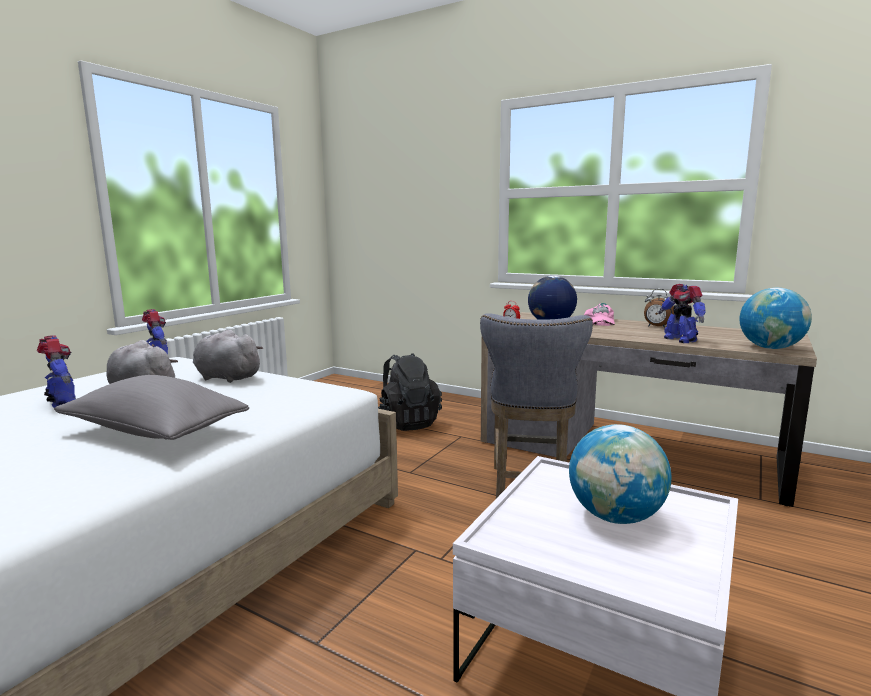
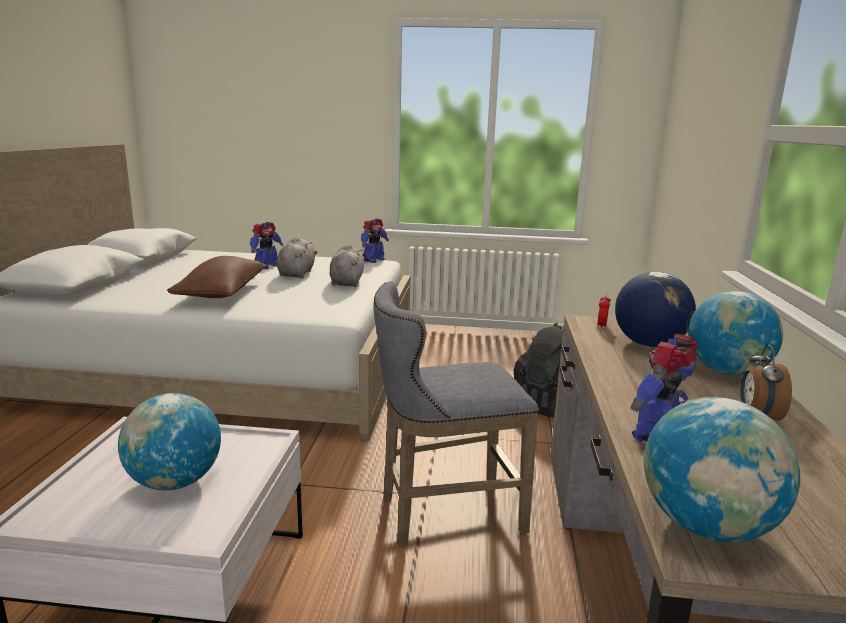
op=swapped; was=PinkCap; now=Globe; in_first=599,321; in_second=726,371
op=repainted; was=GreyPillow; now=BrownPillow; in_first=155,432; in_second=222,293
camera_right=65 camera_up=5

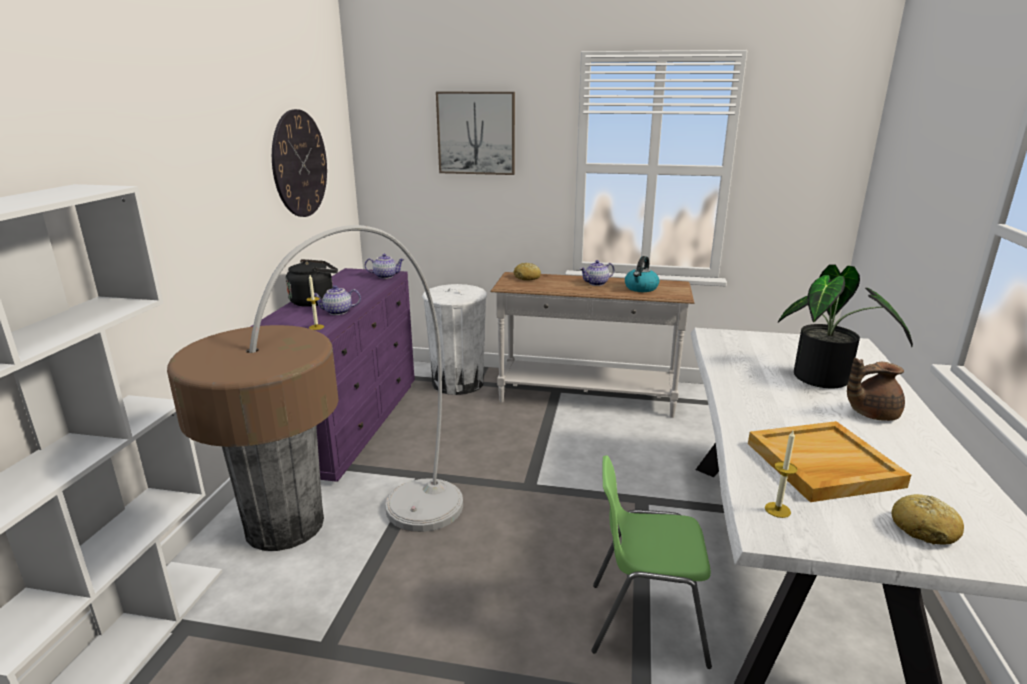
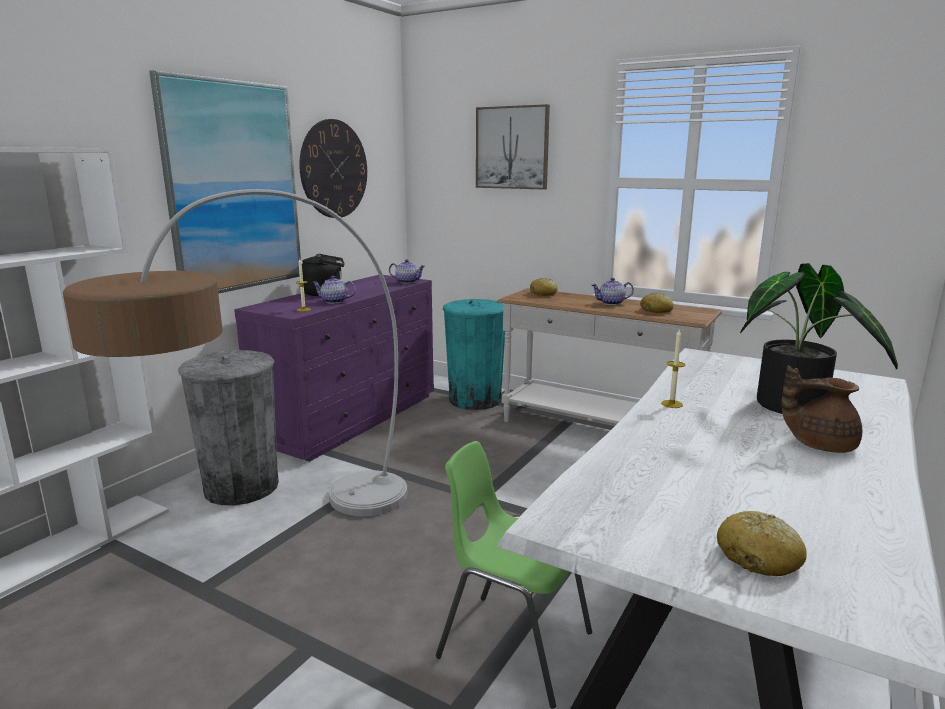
op=swapped; was=Kettle; now=Bread; in_first=641,288; in_second=656,310
op=repainted; was=WhiteTrashCan; now=TurquoiseTrashCan; in_first=458,383; in_second=475,400
op=gone; was=BeigeTray; in_first=822,465
op=shifted; was=Candle; in_first=777,510; in_second=672,404
op=new; now=Picture; in_second=233,187
camera_right=20 camera_up=-5

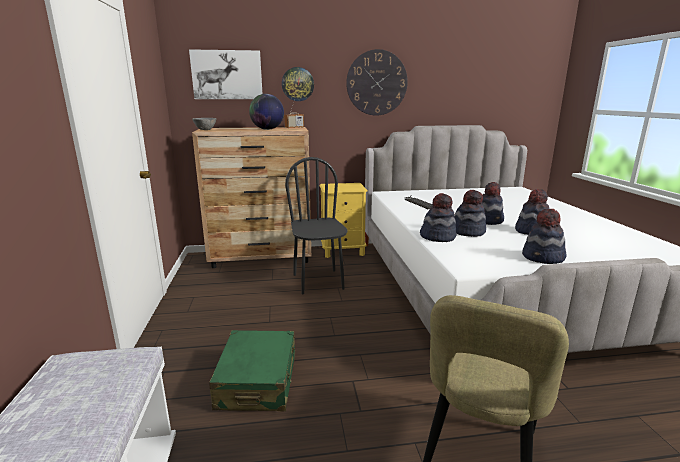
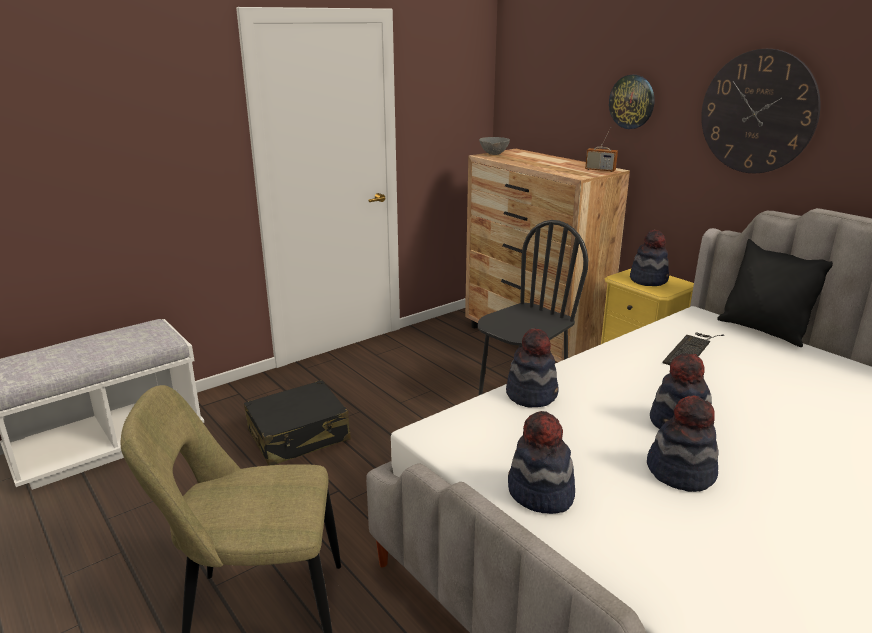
op=gone; was=Picture; in_first=227,75
op=gone; was=Globe; in_first=267,129
op=shifted; was=Hat; in_first=468,232; in_second=648,280
op=repainted; was=GreenSuitcase; now=BlackSuitcase; in_first=258,382; in_second=299,436
op=new; now=BlackPillow; in_second=763,331
camera_right=60 camera_up=5

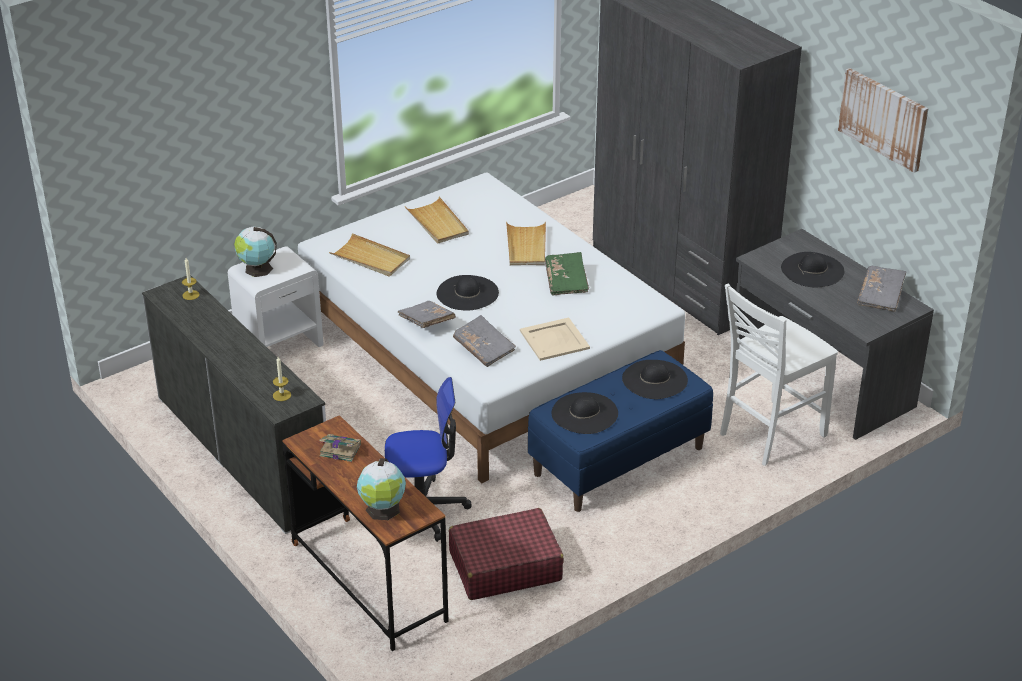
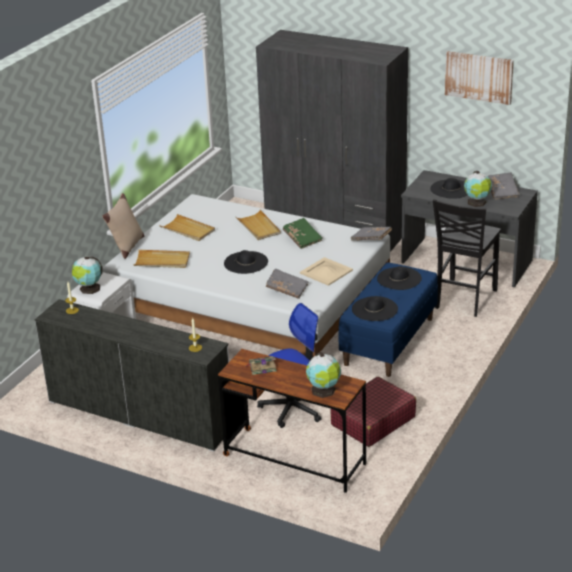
op=repainted; was=WhiteChair; now=BlackChair; in_first=769,434; in_second=464,299
op=shifted; was=GreyBook; in_first=426,322; in_second=371,239
op=new; now=Globe; in_second=477,203
op=new; now=BeigePillow; in_second=127,247
camera_right=-25 camera_up=-5

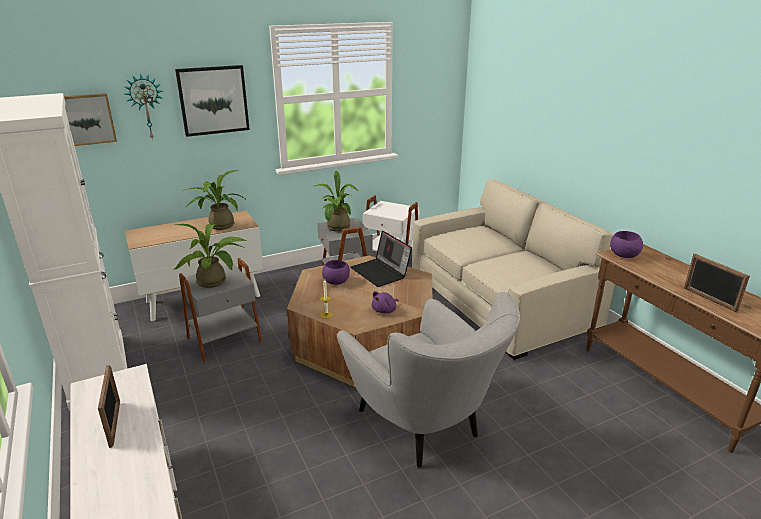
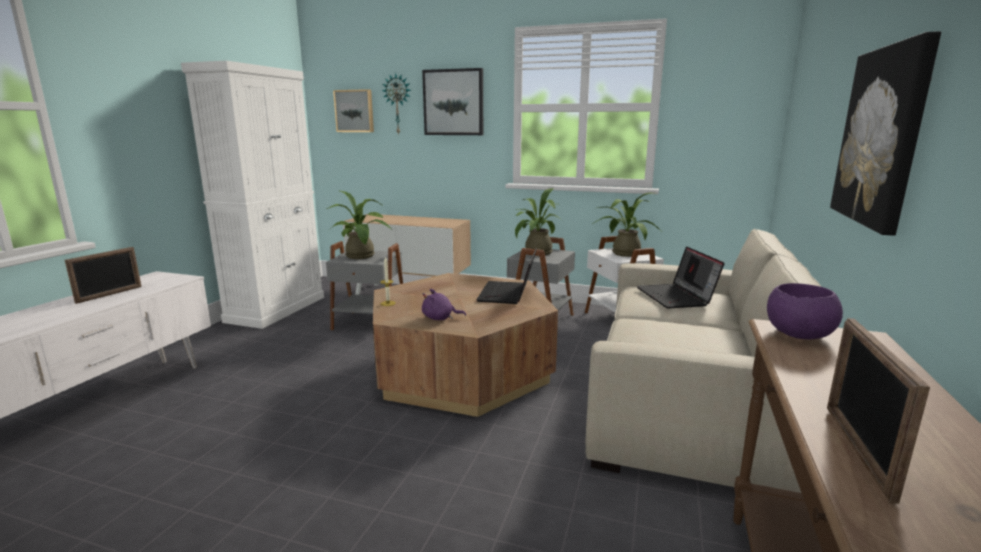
op=shifted; was=PottedPlant; in_first=218,225; in_second=623,253
op=gone; was=PurpleBowl; in_first=336,282
op=gone; was=GreyArmchair; in_first=424,428
op=new; now=Picture; in_second=882,136
op=new; now=Laptop; in_second=676,297
camera_right=45 camera_up=-10

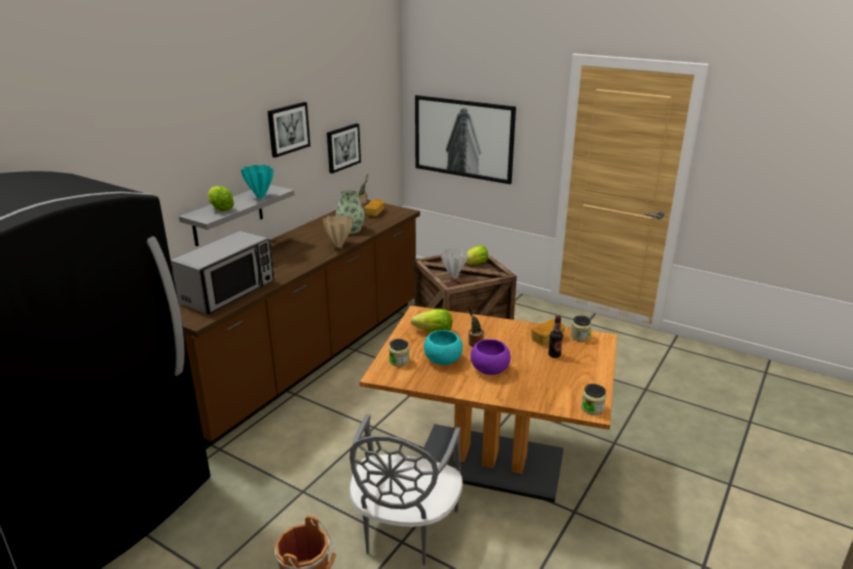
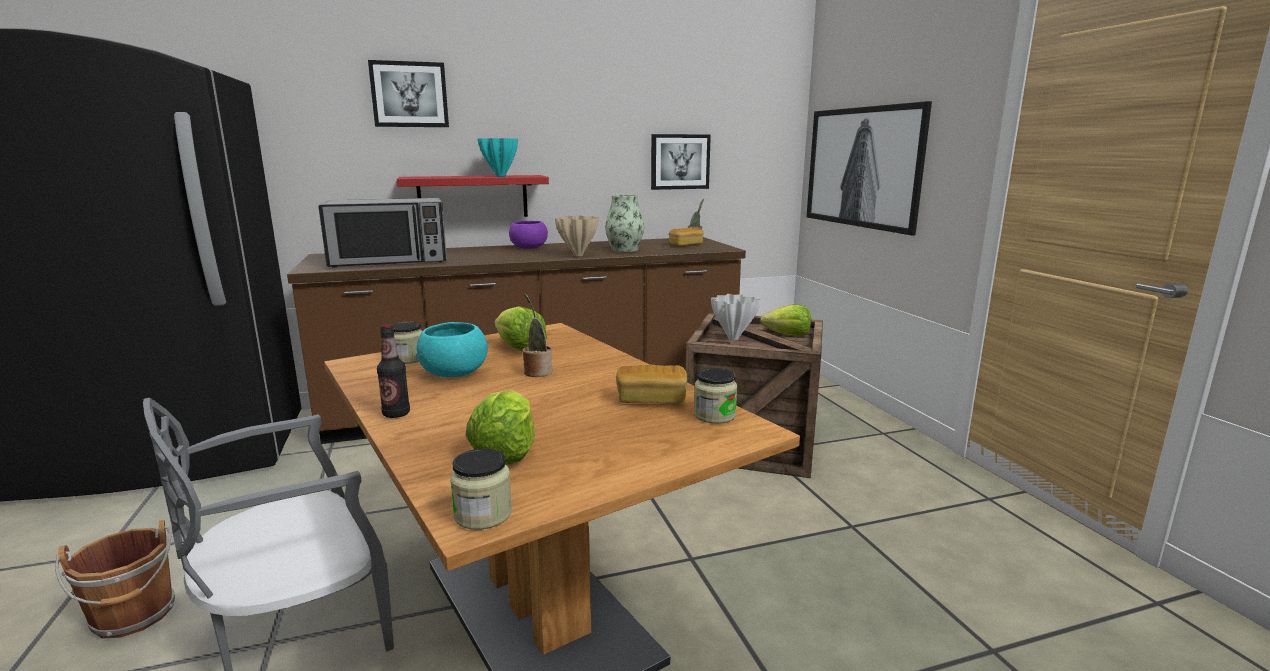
op=shifted; was=Picture; in_first=288,129; in_second=409,94
op=repainted; was=GreyShelf; now=RedShelf; in_first=228,215; in_second=473,197
op=shifted; was=Lettuce; in_first=220,208; in_second=506,452
op=shifted; was=Bottle; in_first=554,355; in_second=396,414
op=shifted; was=PurpleBowl; in_first=489,370; in_second=528,248
camera_right=40 camera_up=-10

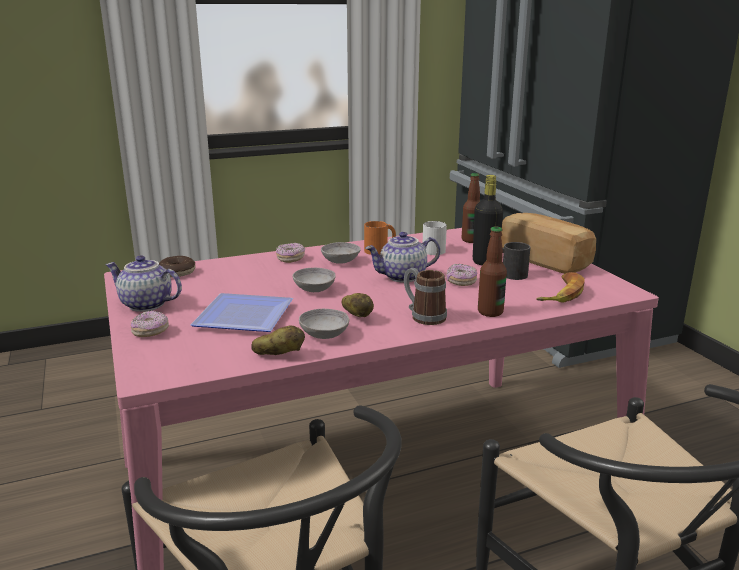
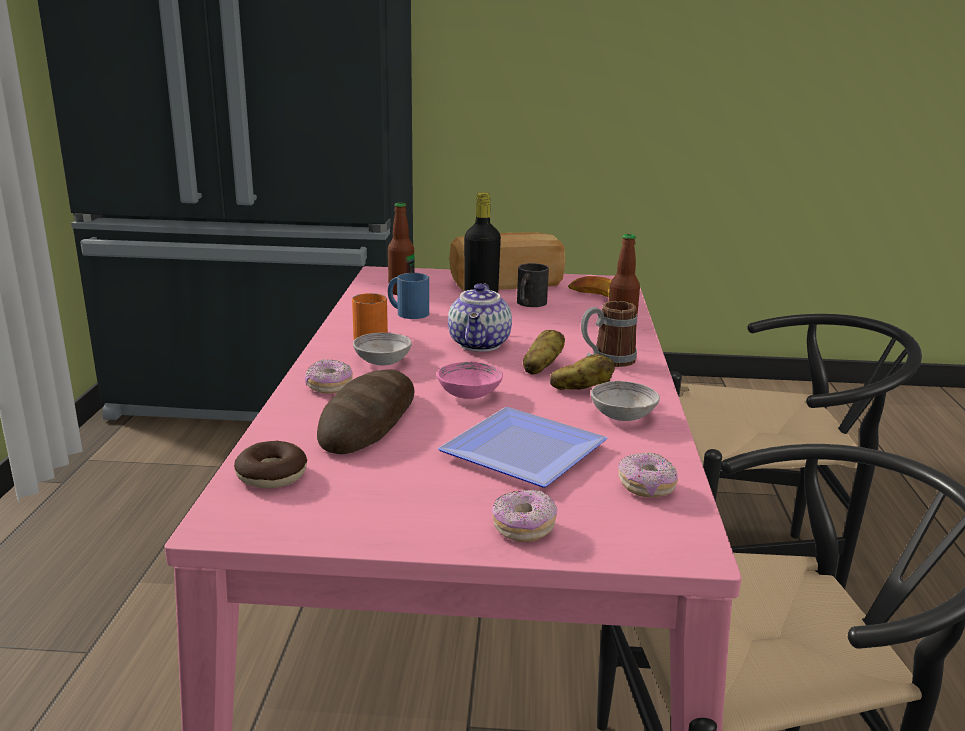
op=repainted; was=WhiteMug; now=BlueMug; in_first=433,249; in_second=407,312
op=gone; was=Teapot; in_first=145,305
op=shifted; was=Donut; in_first=461,282; in_second=646,487
op=repainted; was=GreyBowl; now=PinkBowl; in_first=314,289; in_second=469,394
op=shifted; was=Potato; in_first=279,355; in_second=541,368
op=new; now=Bread; in_second=368,420
camera_right=-65 camera_up=0

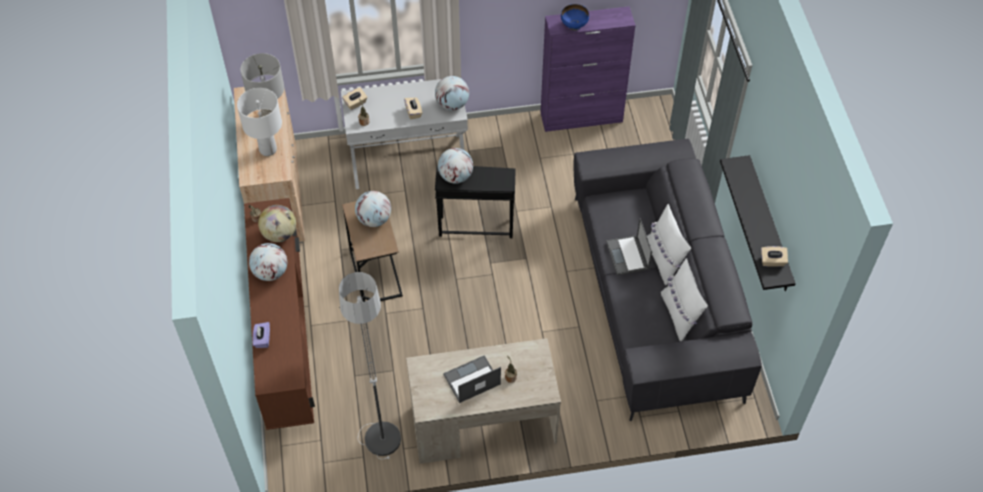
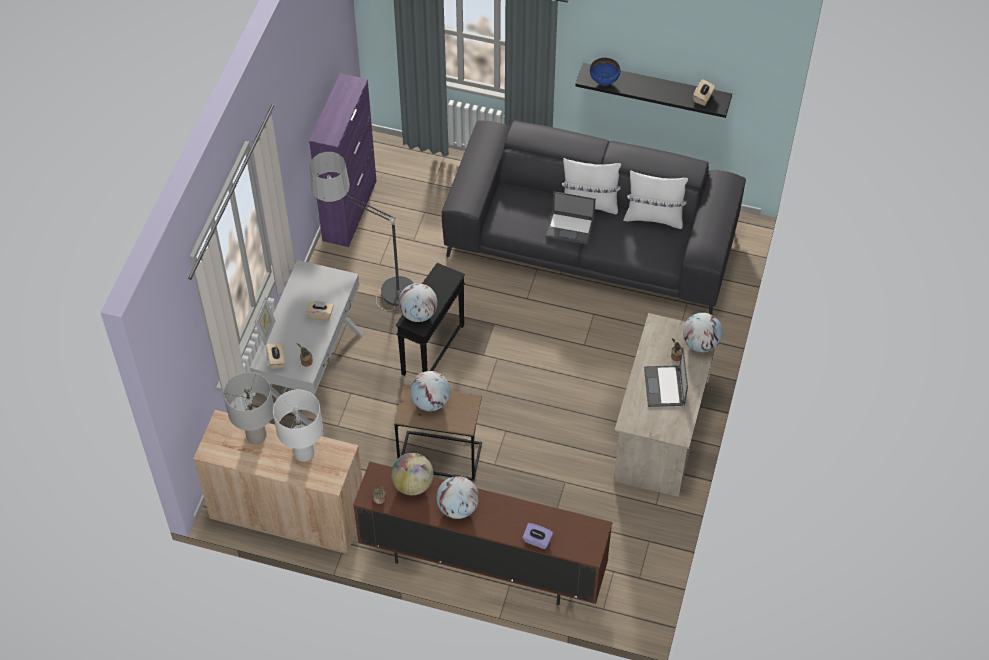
op=shifted; was=BlueBowl; in_first=574,26; in_second=604,81
op=shifted; was=Globe; in_first=452,104; in_second=700,343
op=shifted; was=FloorLamp; in_first=377,414; in_second=370,289
op=new; now=PictureFrame; in_second=267,332
camera_right=-65 camera_up=0

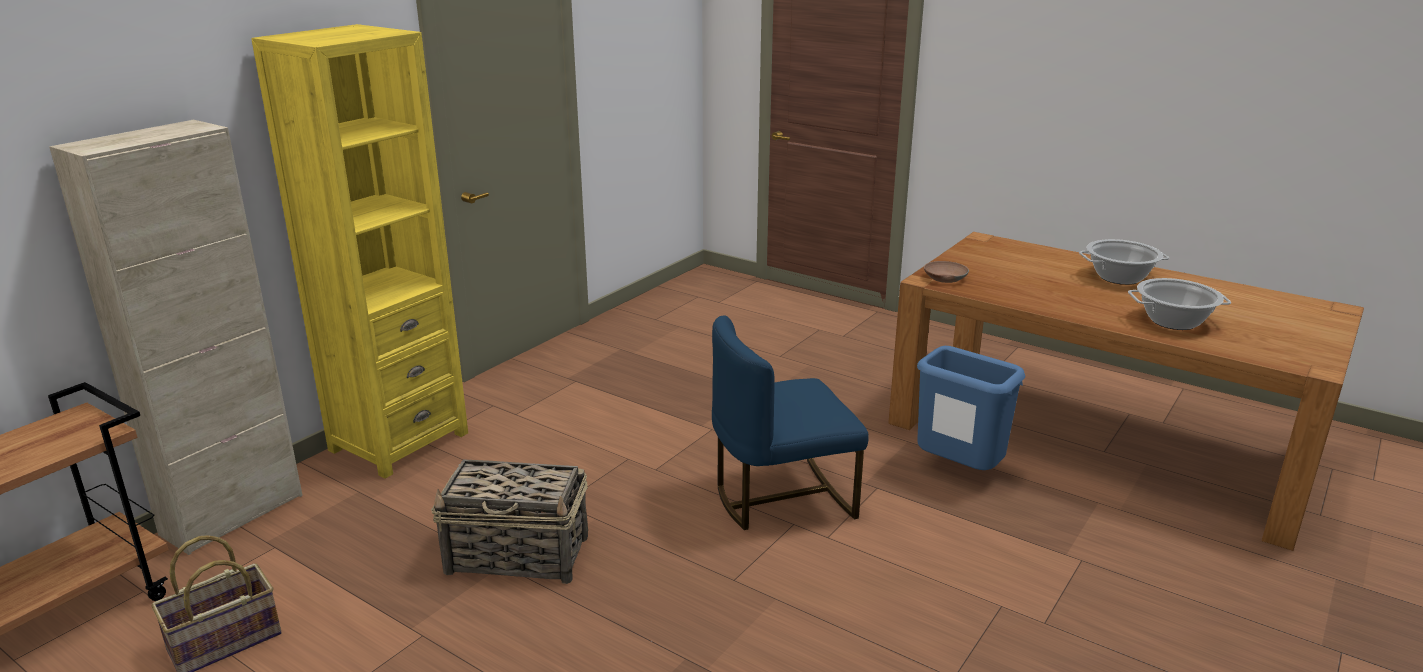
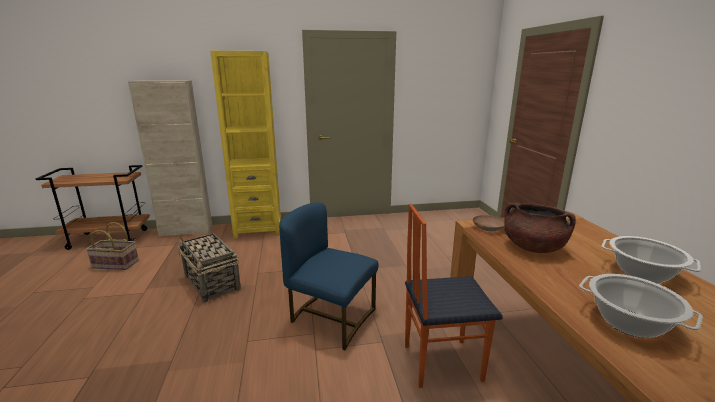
op=swapped; was=BlueTrashCan; now=Chair; in_first=957,472; in_second=441,361
op=new; now=BrownCookingPot; in_second=533,247
camera_right=45 camera_up=-5

